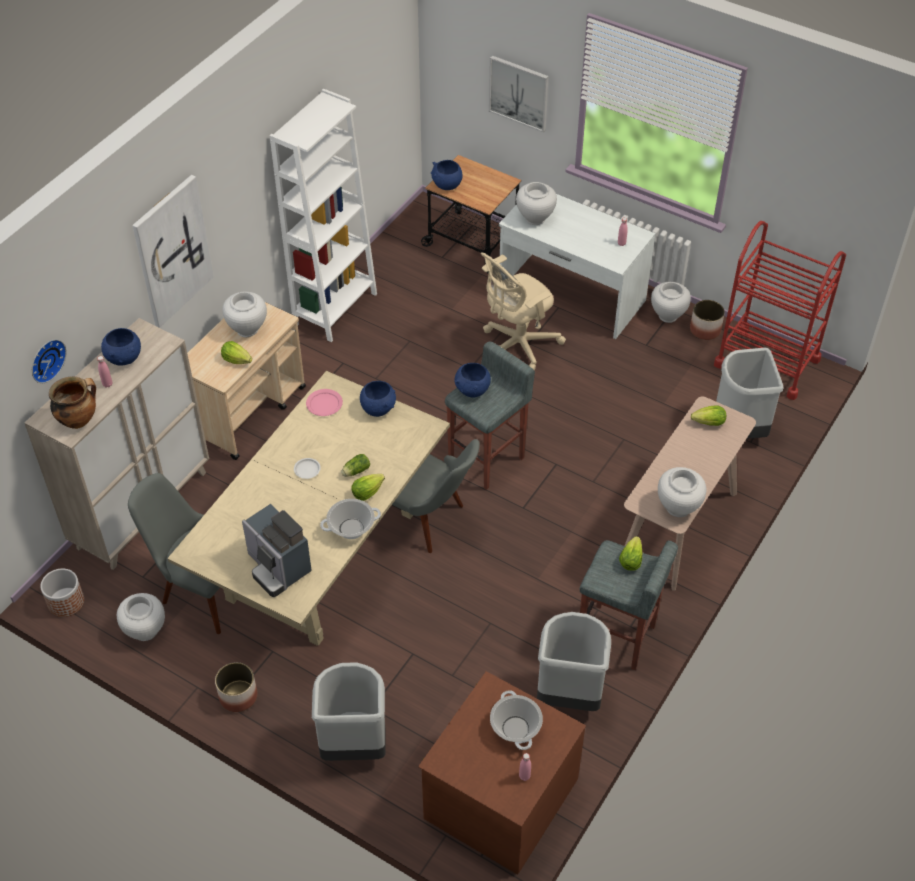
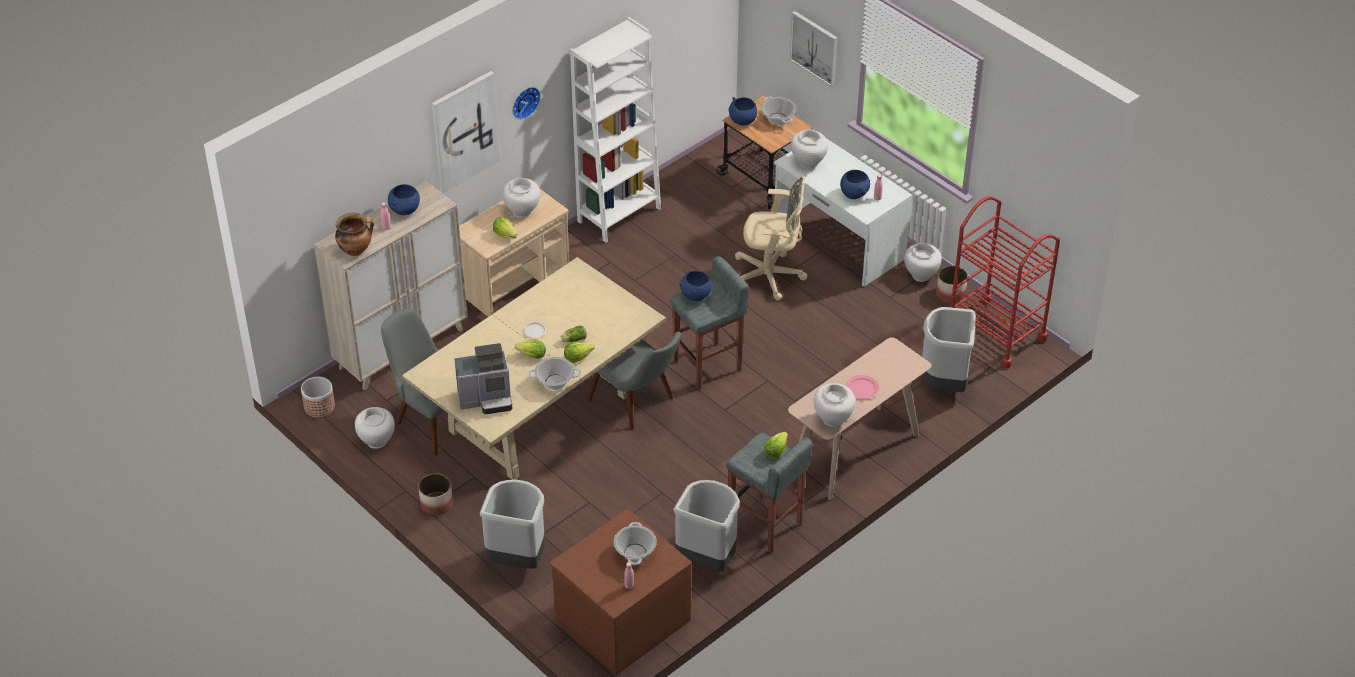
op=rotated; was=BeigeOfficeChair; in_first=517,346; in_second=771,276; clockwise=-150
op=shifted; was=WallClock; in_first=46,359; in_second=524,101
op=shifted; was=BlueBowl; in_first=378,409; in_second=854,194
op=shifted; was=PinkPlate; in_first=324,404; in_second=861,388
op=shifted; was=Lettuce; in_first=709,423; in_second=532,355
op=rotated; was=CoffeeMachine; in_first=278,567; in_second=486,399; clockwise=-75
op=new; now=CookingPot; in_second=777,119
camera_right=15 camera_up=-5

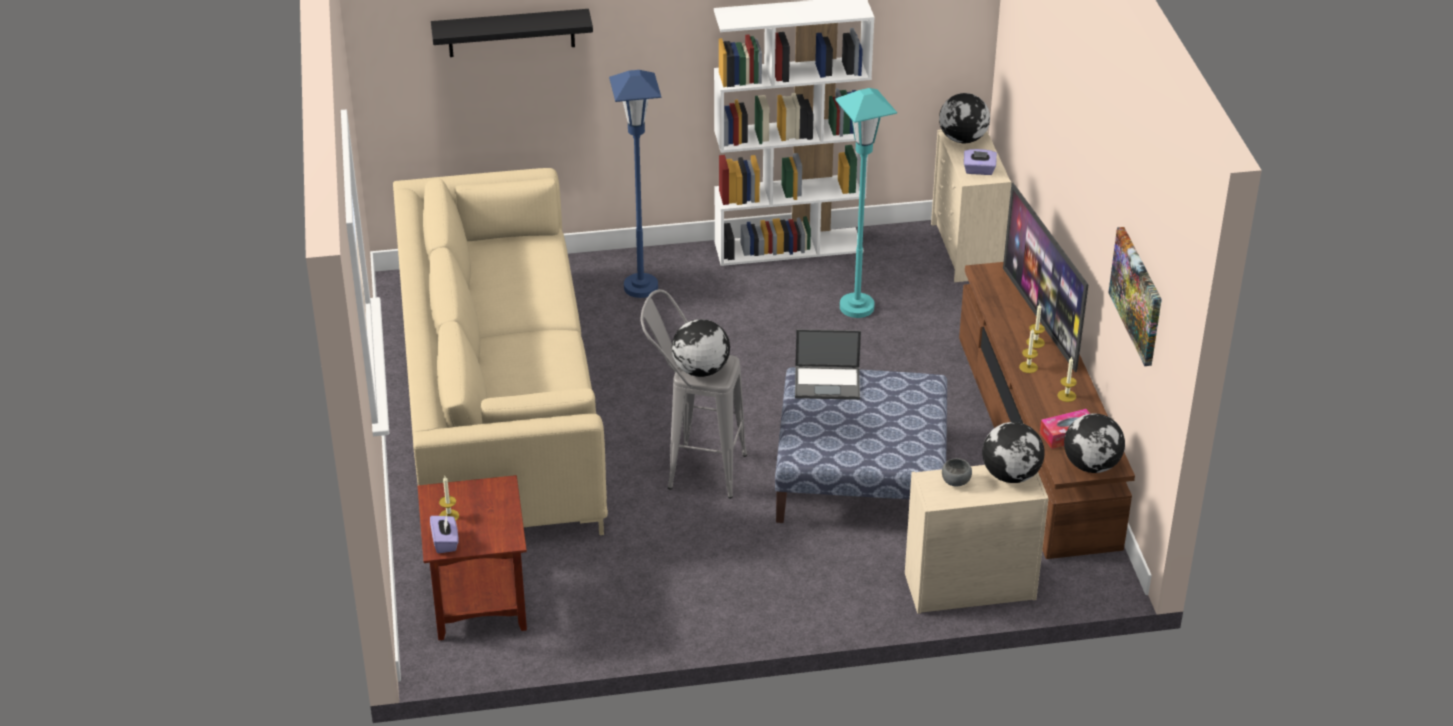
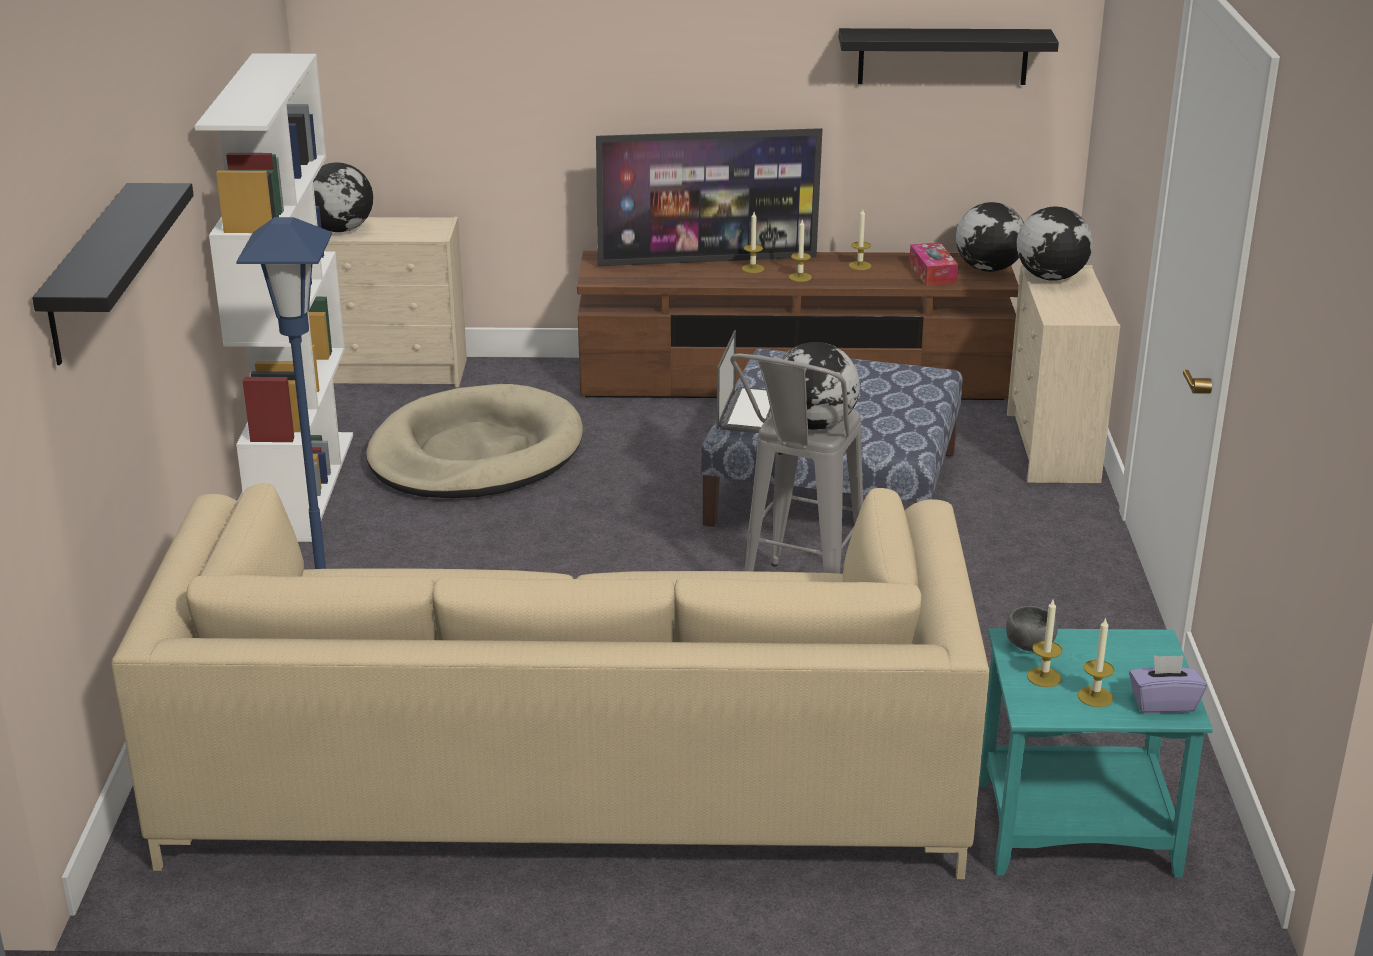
op=swapped; was=TurquoiseFloorLamp; now=BeigeDogBed; in_first=856,307; in_second=475,453
op=gone; was=PurpleTissueBox; in_first=979,170
op=swapped; was=Picture; now=BlackShelf; in_first=1137,295; in_second=943,56
op=shifted; was=GreyBowl; in_first=956,481; in_second=1028,644
op=repainted; was=BrownSideTable; now=TurquoiseSideTable; in_first=476,597; in_second=1076,830
op=new; now=Candle; in_second=1044,677
camera_right=-80 camera_up=-10

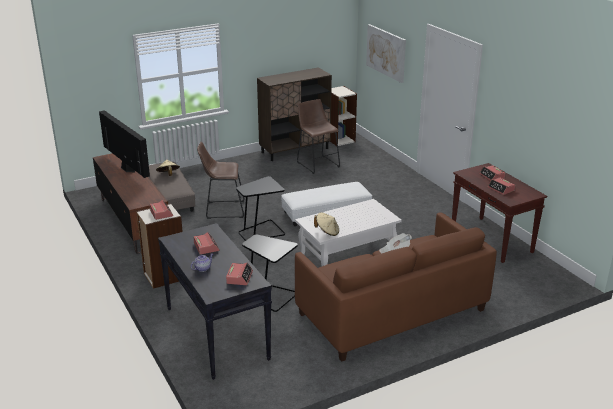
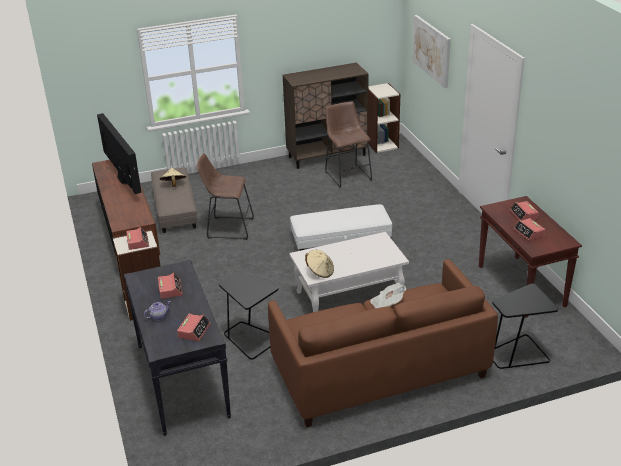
op=shifted; was=BlackSideTable; in_first=261,232; in_second=517,354
camera_right=10 camera_up=5

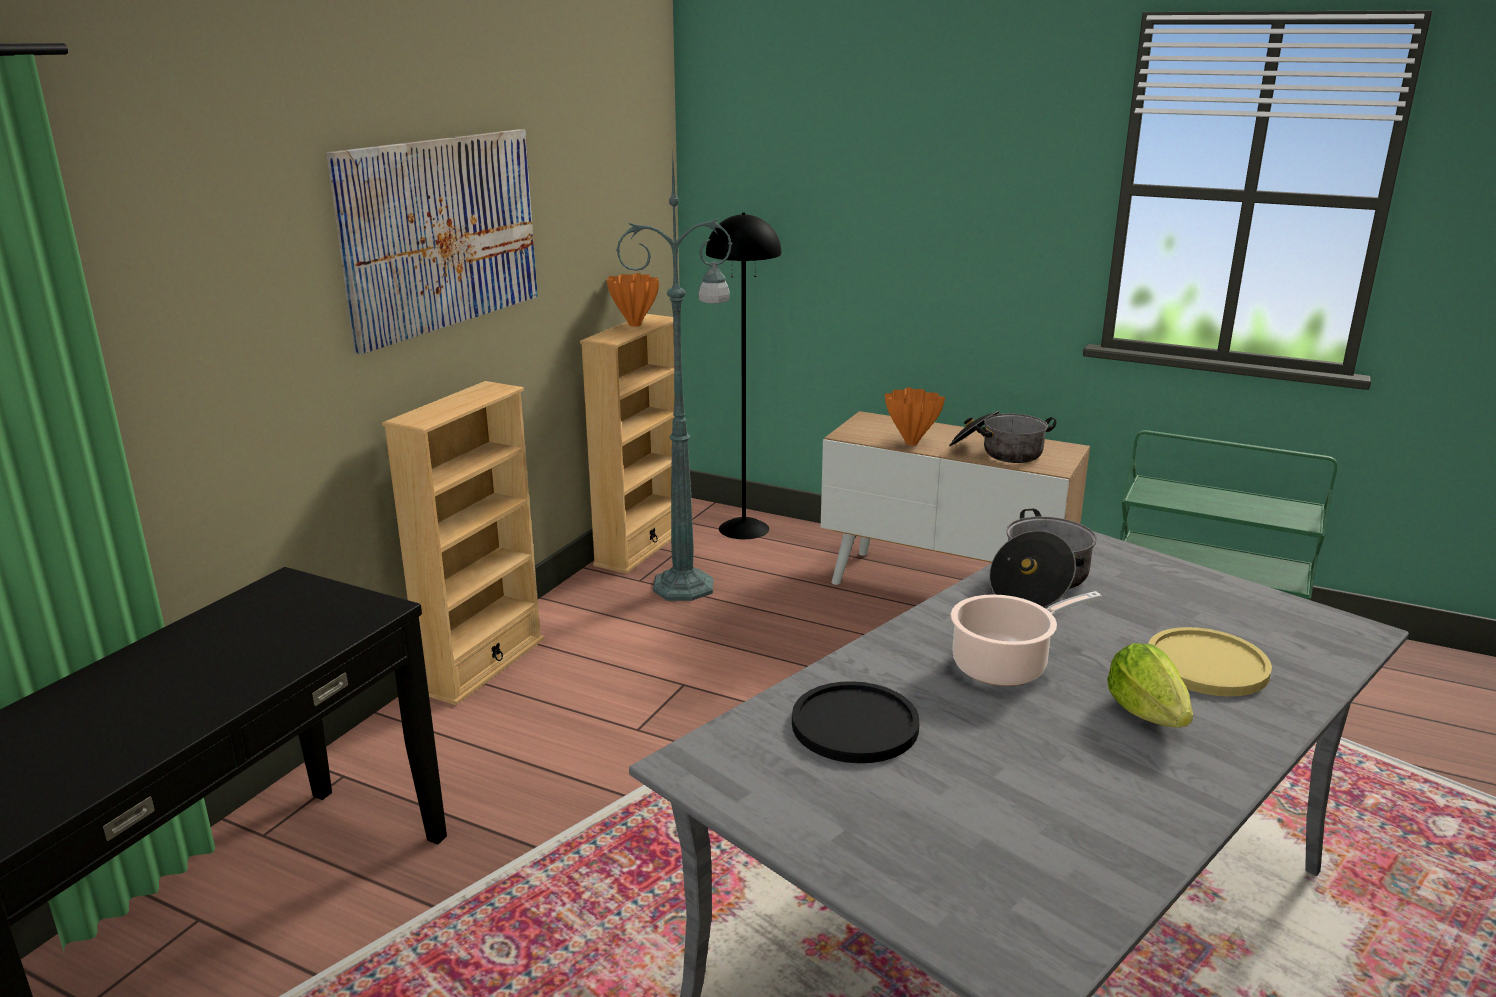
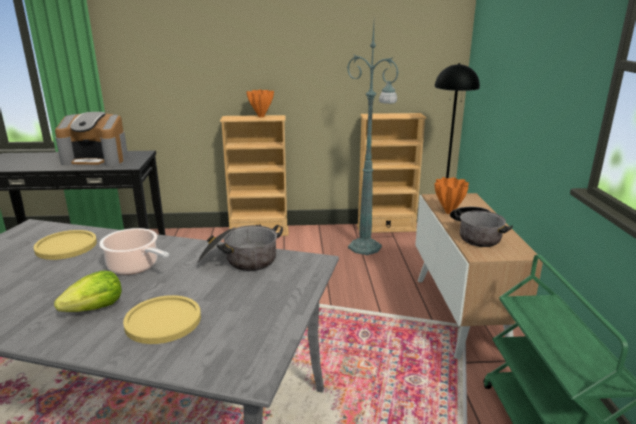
op=gone; was=Picture; in_first=442,233
op=shifted; was=OrangeVase; in_first=634,325; in_second=261,116
op=repainted; was=BlackPlate; now=YellowPlate; in_first=855,725; in_second=66,246
op=new; now=CoffeeMachine; in_second=97,159
camera_right=60 camera_up=0

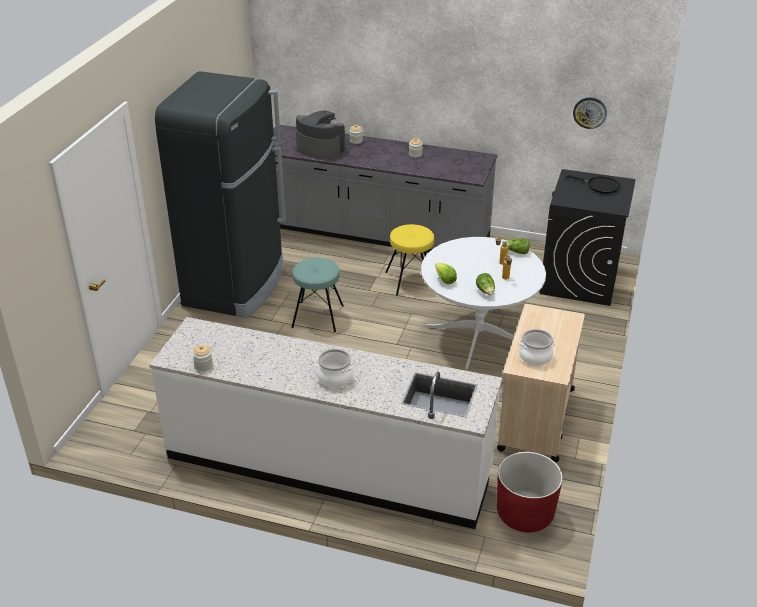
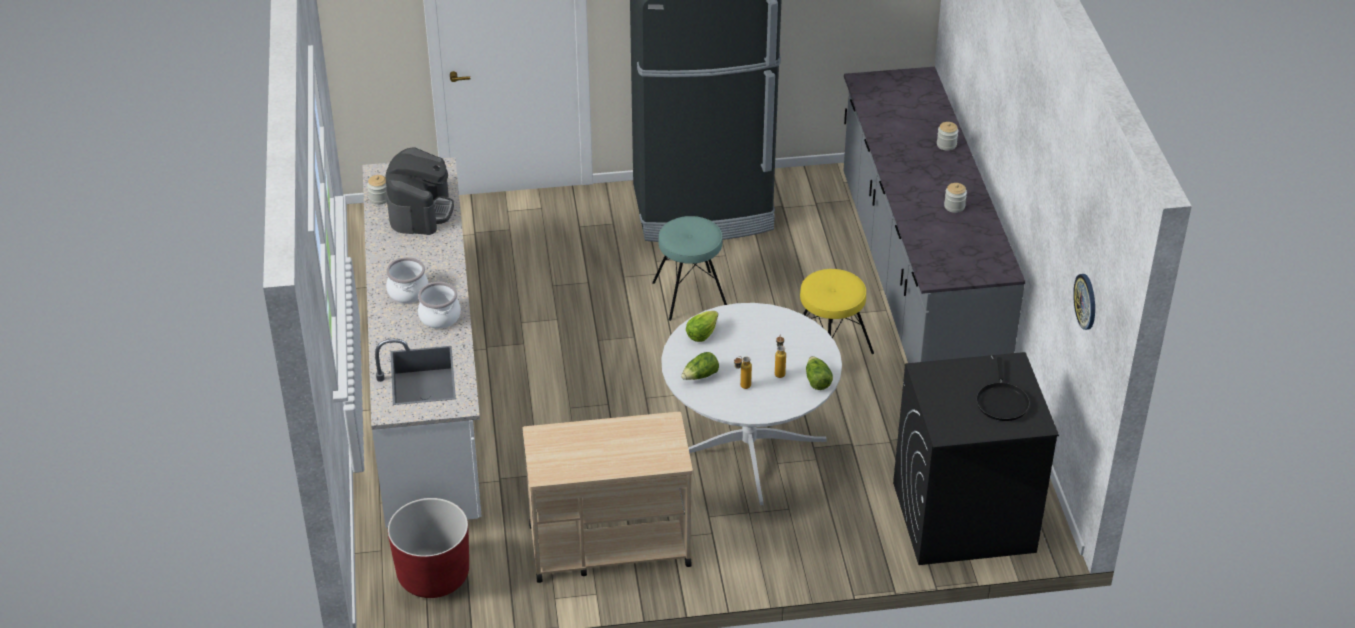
op=shifted; was=CoffeeMachine; in_first=320,149; in_second=420,211
op=shifted; was=CookingPot; in_first=535,356; in_second=440,316
camera_right=65 camera_up=5

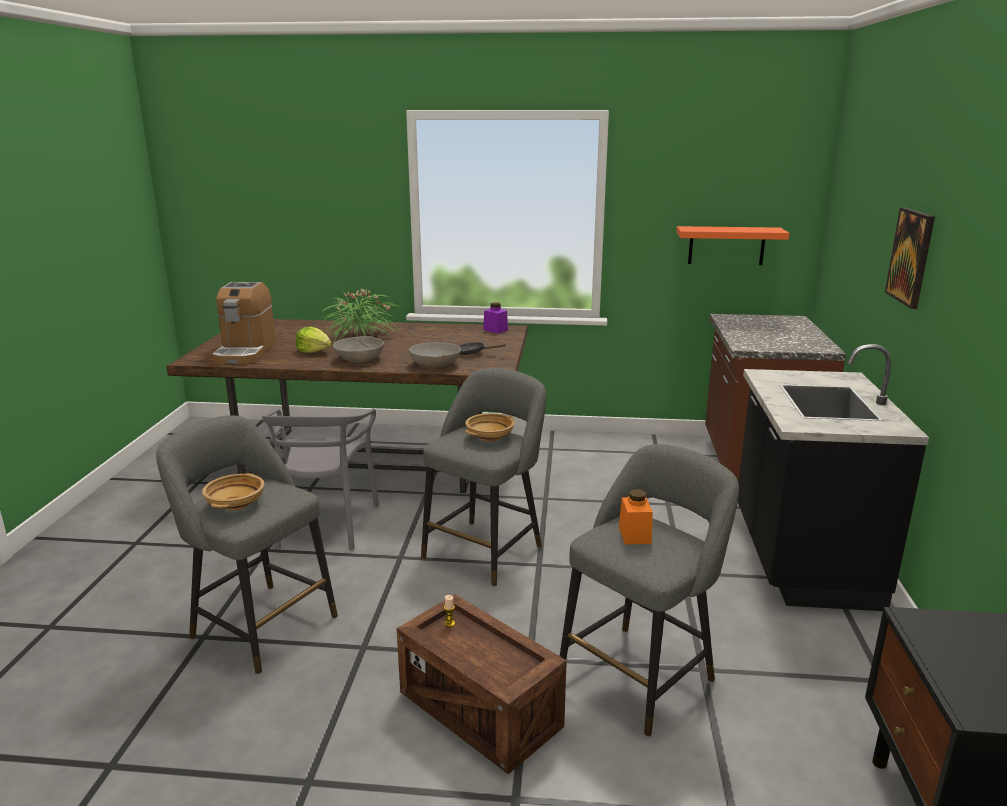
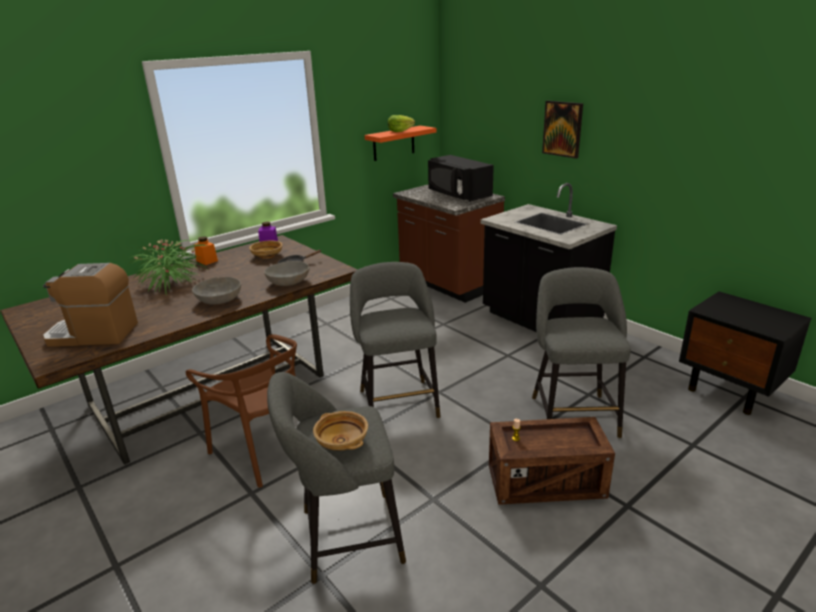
op=rotated; was=CoffeeMachine; in_first=245,352; in_second=93,334; clockwise=135
op=shifted; was=Lettuce; in_first=314,351; in_second=400,131
op=repainted; was=GreyChair; now=BrownChair; in_first=325,525; in_second=265,450
op=shifted; was=BeigeBowl; in_first=489,437; in_second=267,256
op=shifted; was=OrangeJar; in_first=634,535; in_second=207,261
op=new; now=BlackMicrowave; in_second=458,195
camera_right=-45 camera_up=5

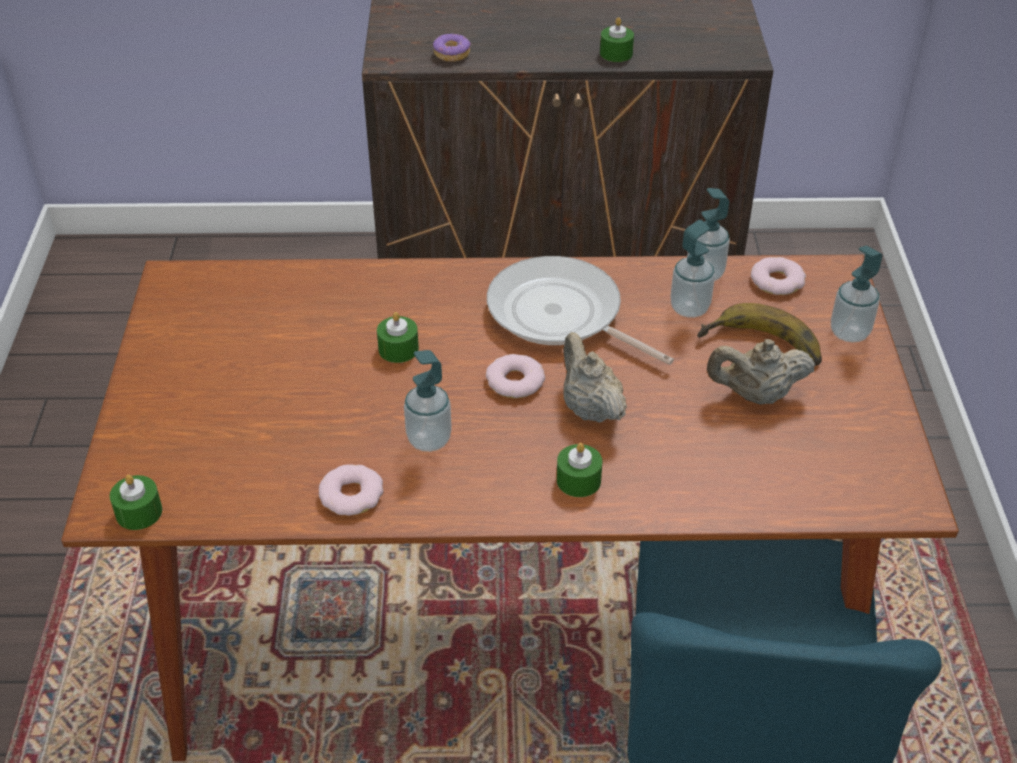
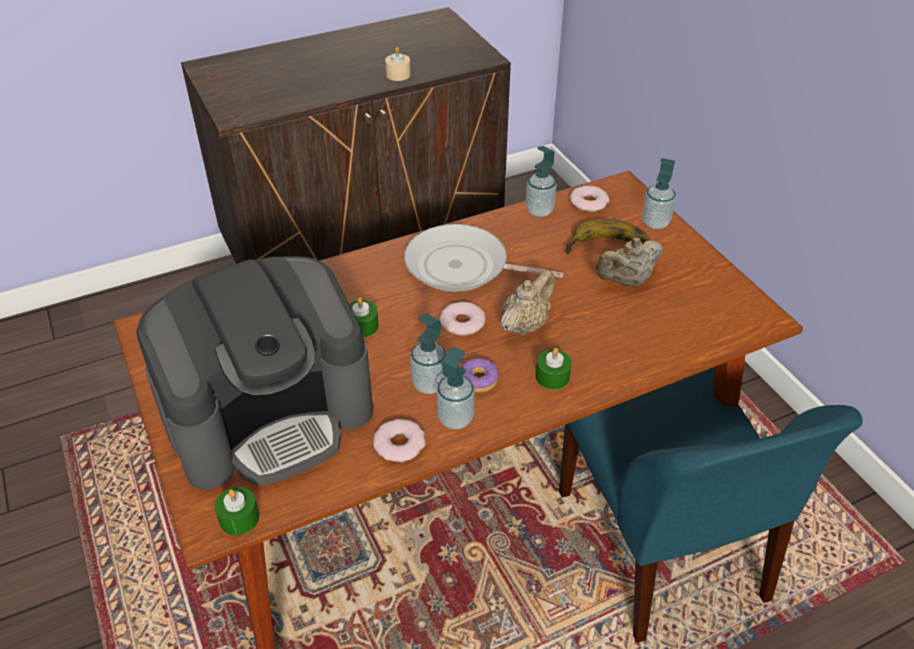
op=repainted; was=GreenCandle; now=BeigeCandle; in_first=616,53; in_second=398,74
op=shifted; was=Donut; in_first=452,54; in_second=479,380
op=shifted; was=SoapDispenser; in_first=689,308; in_second=455,419
op=rotated; was=BeigeTeapot; in_first=589,408; in_second=526,324; clockwise=90
op=new; now=CoffeeMachine; in_second=270,415
camera_right=-25 camera_up=0

